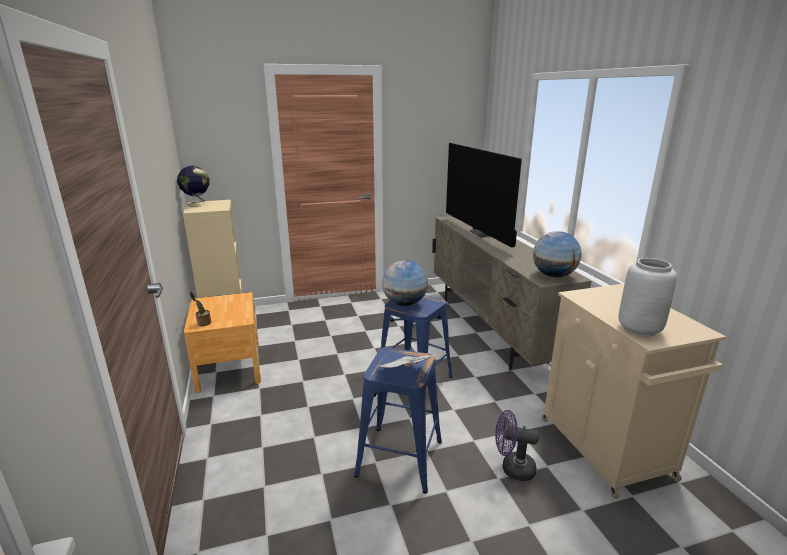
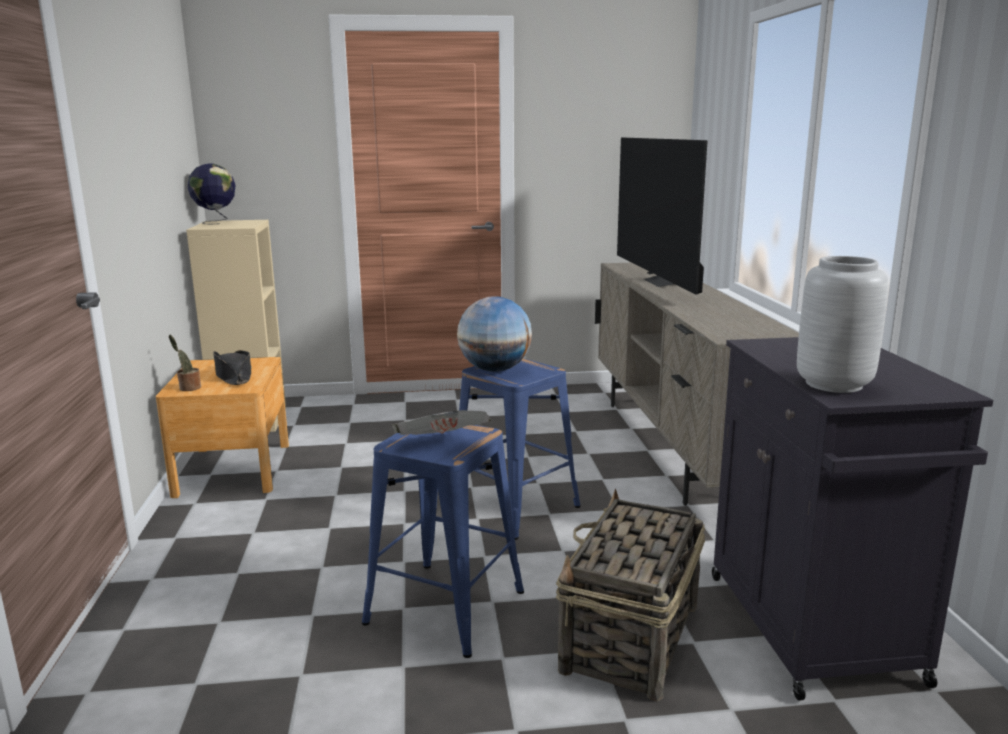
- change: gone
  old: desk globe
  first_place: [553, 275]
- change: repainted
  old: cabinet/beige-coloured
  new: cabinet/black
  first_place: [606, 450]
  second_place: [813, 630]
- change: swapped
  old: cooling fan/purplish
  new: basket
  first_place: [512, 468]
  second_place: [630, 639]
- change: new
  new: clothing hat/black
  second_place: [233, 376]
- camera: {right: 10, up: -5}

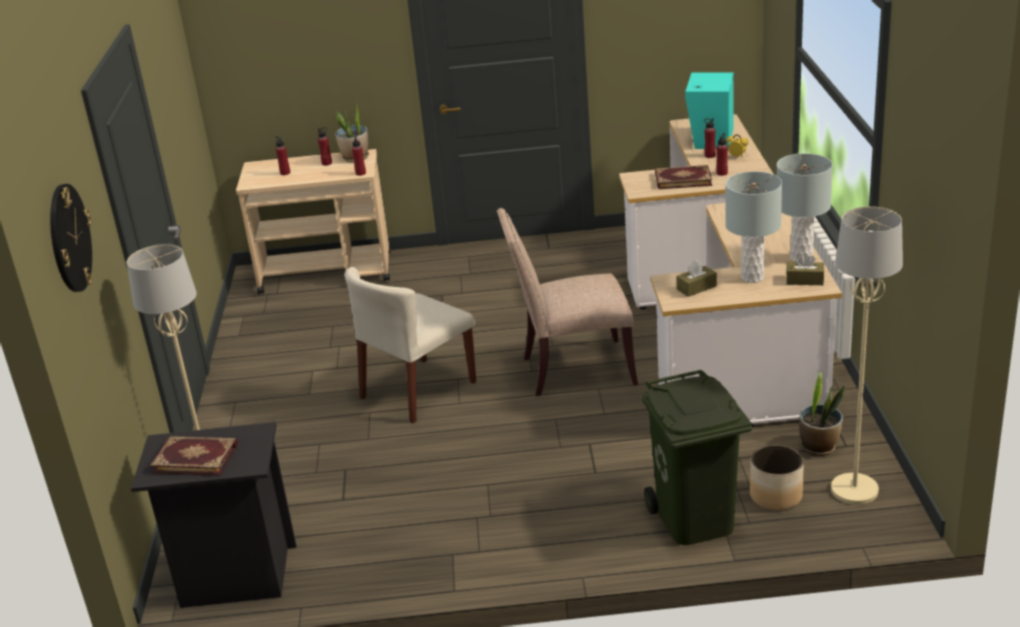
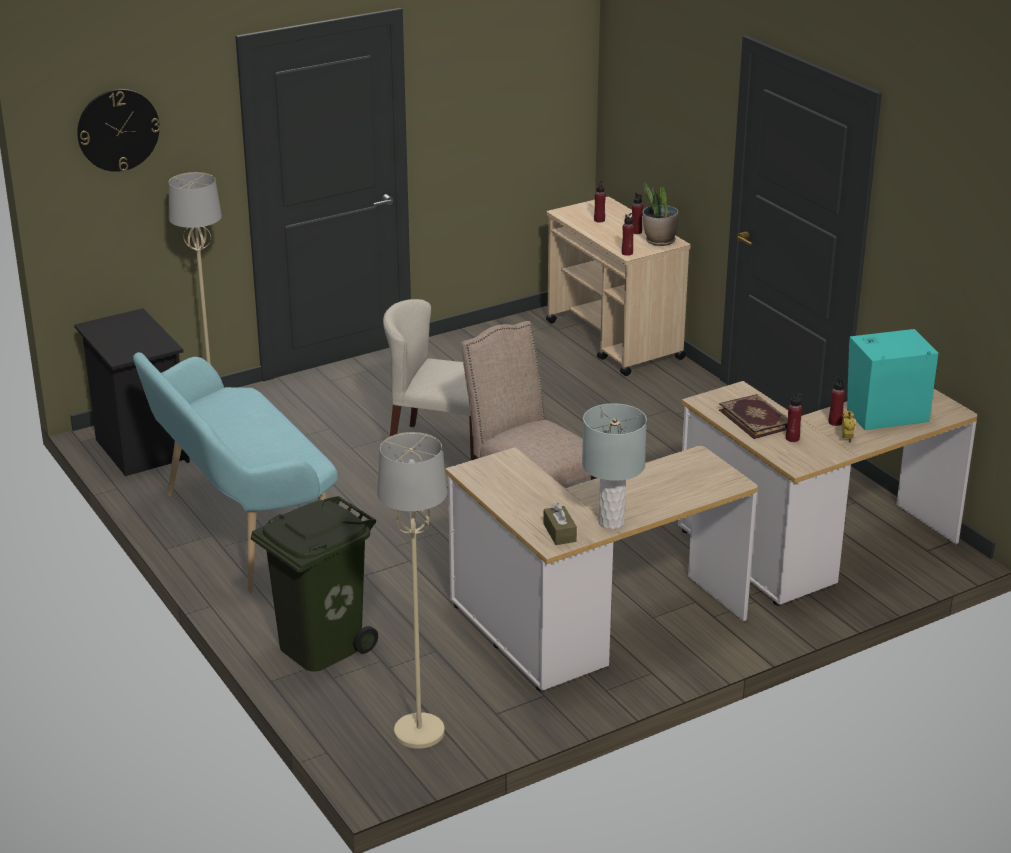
- change: gone
  old: lamp for a table/gray
  first_place: [752, 277]
- change: gone
  old: tissue box/brown
  first_place: [696, 288]
- change: gone
  old: potted plant
  first_place: [819, 446]
- change: gone
  old: bound book
  first_place: [196, 457]
- change: gone
  old: plant pot
  first_place: [776, 495]
- change: new
  new: bench/turquoise-coloured
  second_place: [242, 531]
- camera: {right: 60, up: 0}

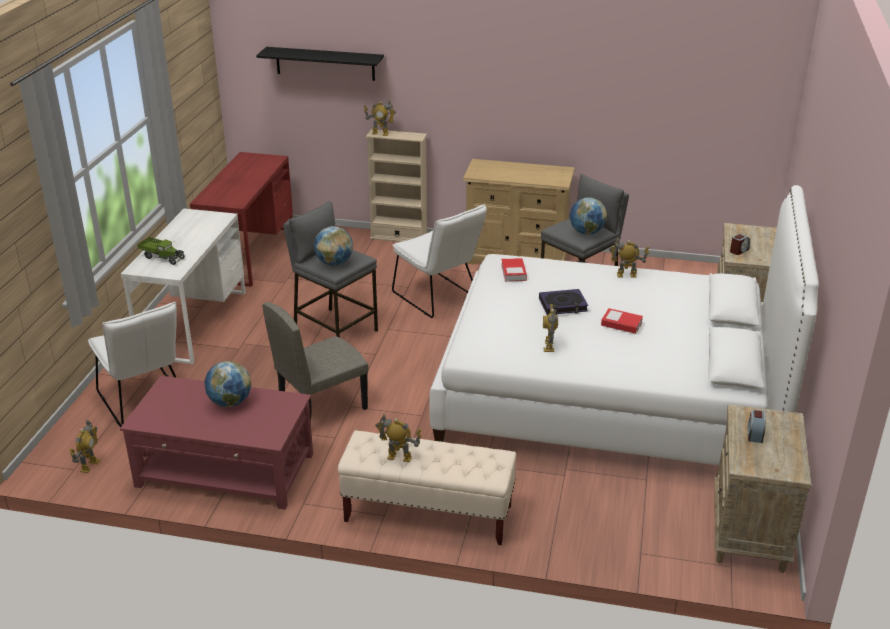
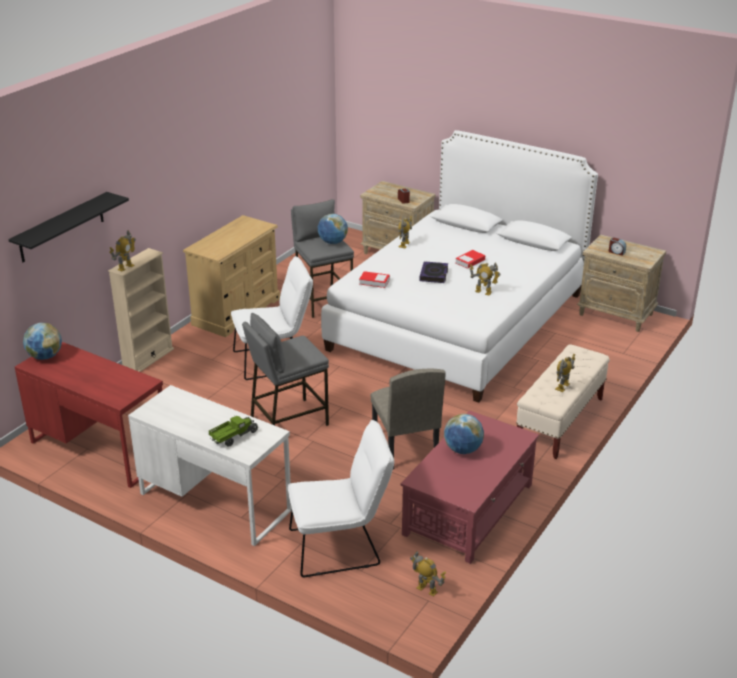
- change: shifted
  old: desk globe
  first_place: [334, 263]
  second_place: [45, 356]
- camera: {right: -70, up: 0}

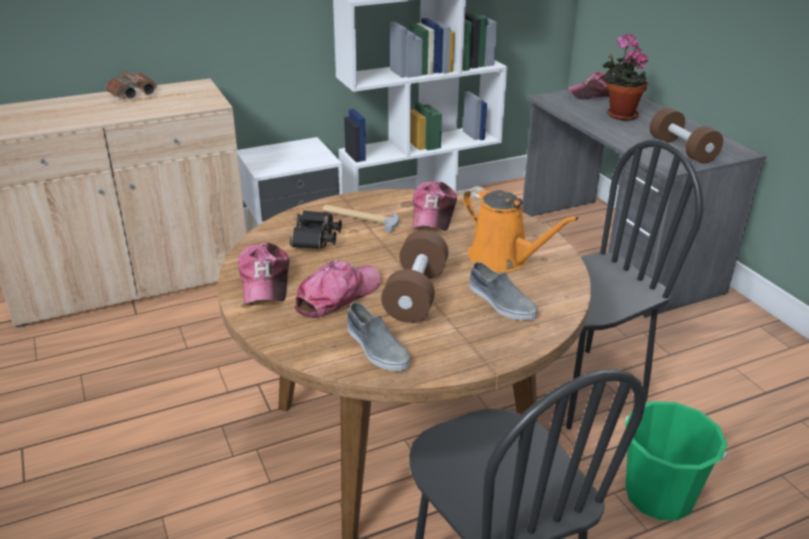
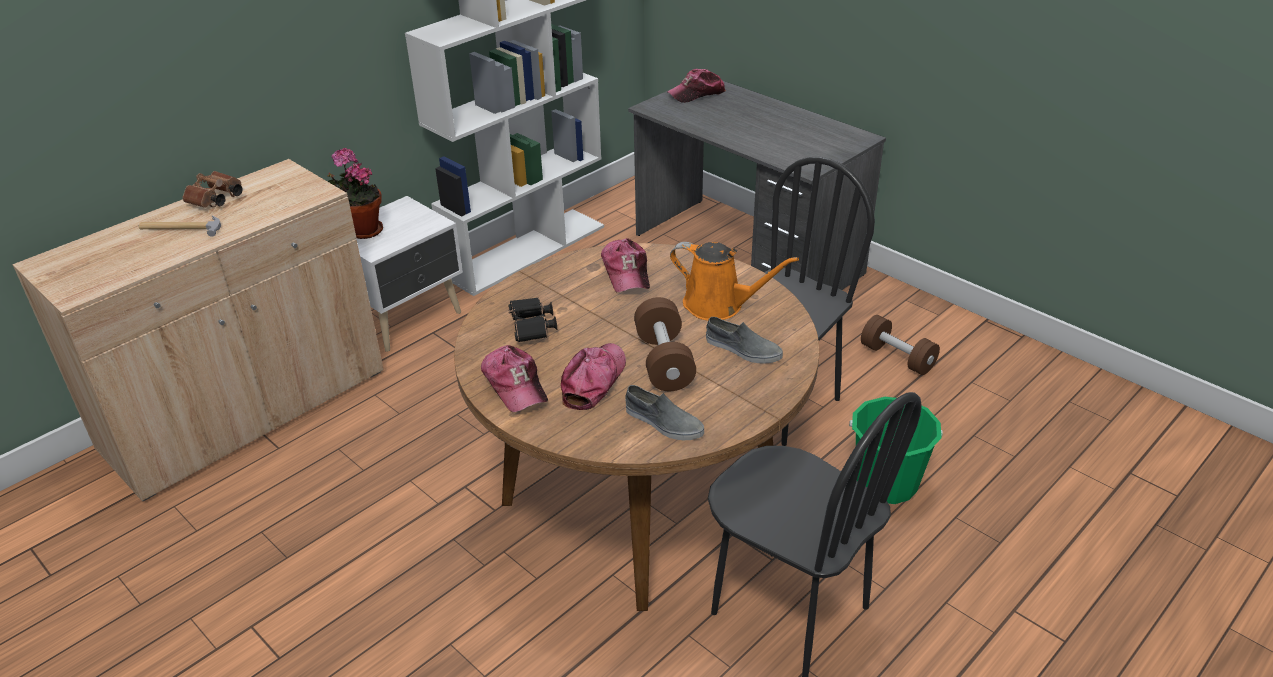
- change: shifted
  old: potted plant
  first_place: [619, 115]
  second_place: [362, 231]
- change: shifted
  old: dumbbell/brown
  first_place: [682, 150]
  second_place: [897, 357]
- change: shifted
  old: hand hammer
  first_place: [360, 218]
  second_place: [181, 228]
- camera: {right: -20, up: 5}

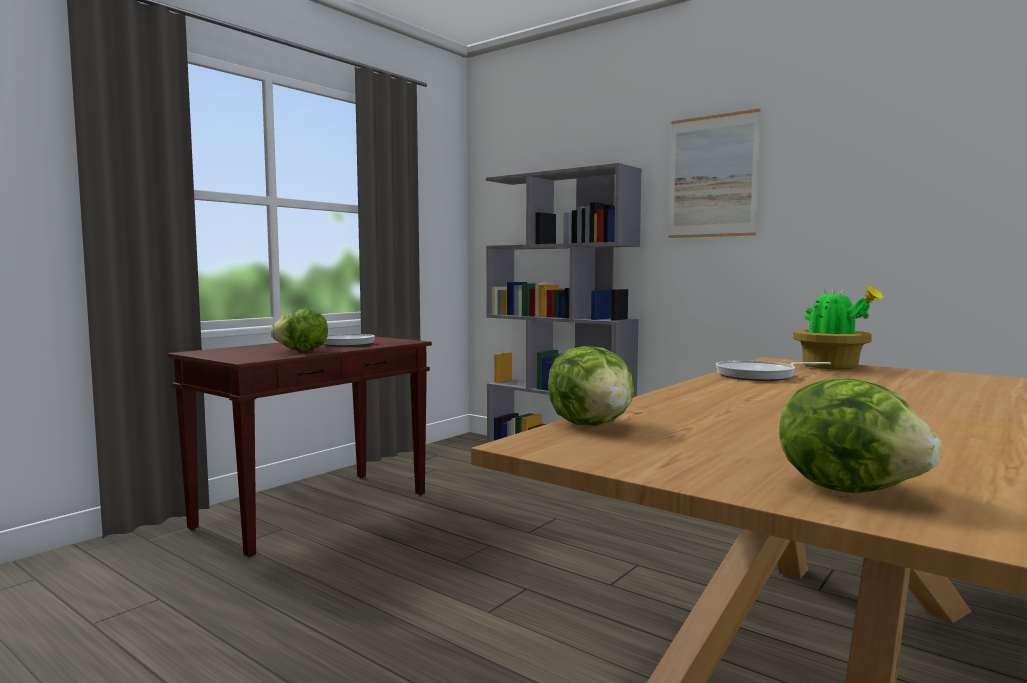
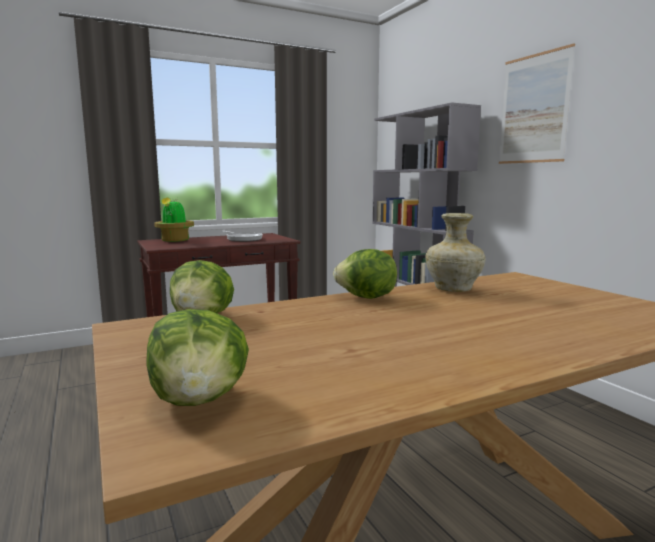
- change: shifted
  old: potted plant
  first_place: [832, 367]
  second_place: [175, 240]
- change: shifted
  old: lettuce
  first_place: [302, 351]
  second_place: [367, 298]
- change: swapped
  old: frying pan
  new: vase/beige-coloured
  first_place: [760, 375]
  second_place: [453, 289]
- camera: {right: 25, up: 5}

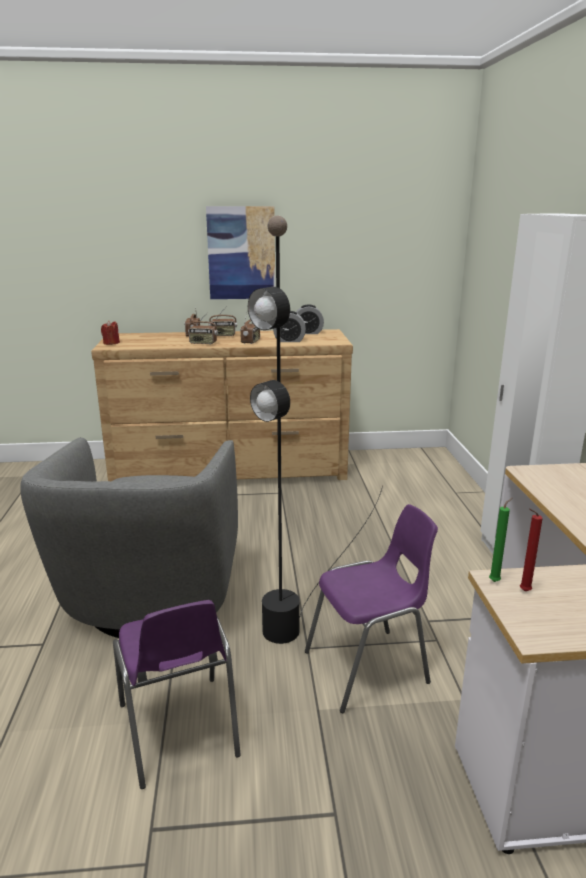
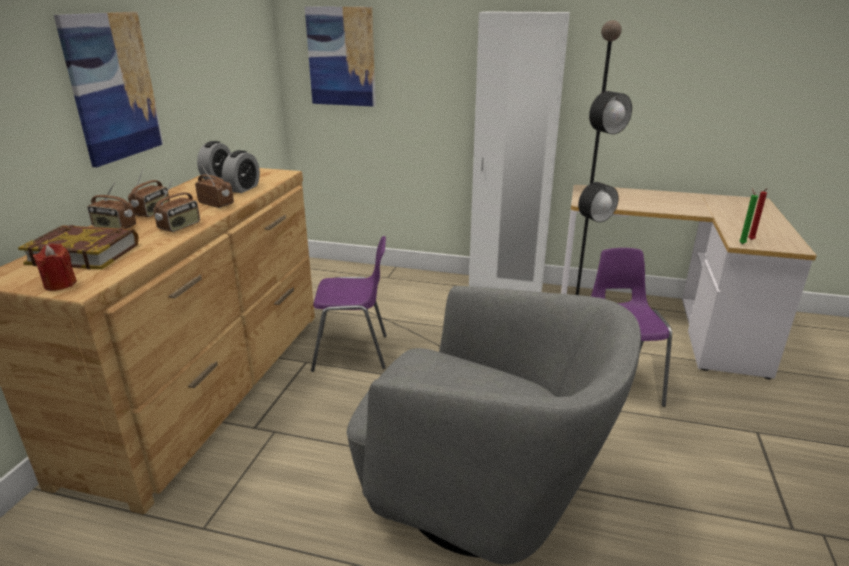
- change: shifted
  old: plain chair/purplish
  first_place: [179, 732]
  second_place: [353, 353]
- change: new
  new: picture
  second_place: [341, 57]
- change: new
  new: bound book
  second_place: [84, 253]
- camera: {right: -70, up: 5}

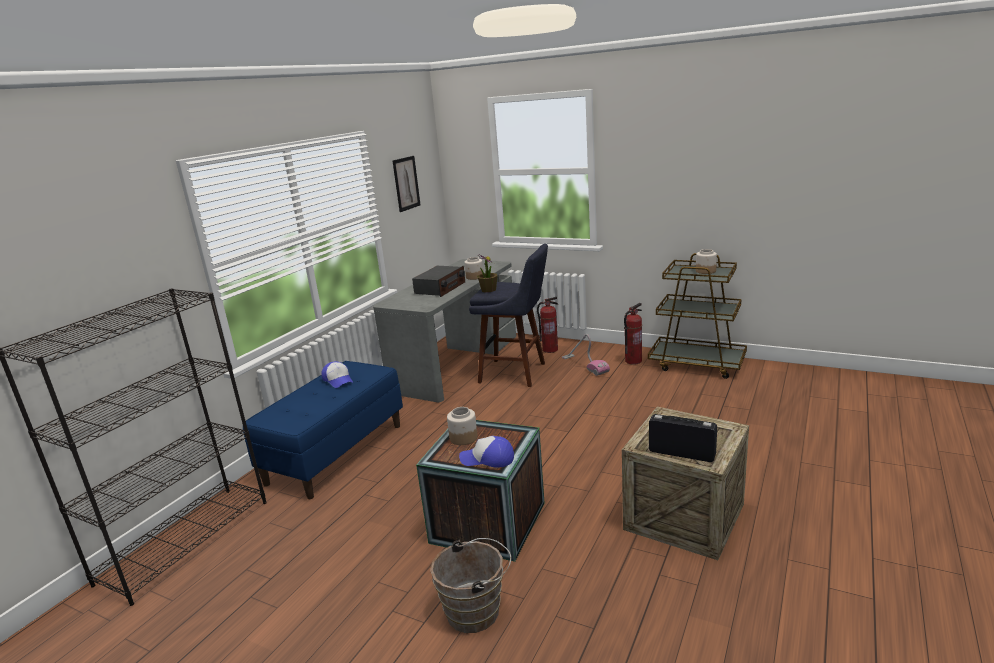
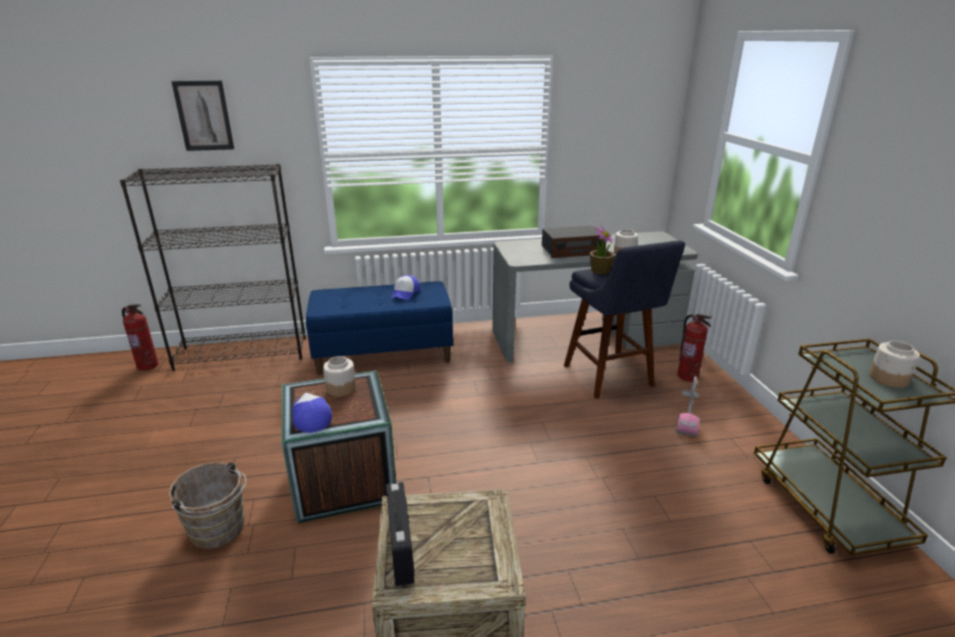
- change: shifted
  old: picture
  first_place: [406, 183]
  second_place: [204, 116]
- change: shifted
  old: fire extinguisher
  first_place: [633, 361]
  second_place: [148, 365]
- camera: {right: 50, up: 5}

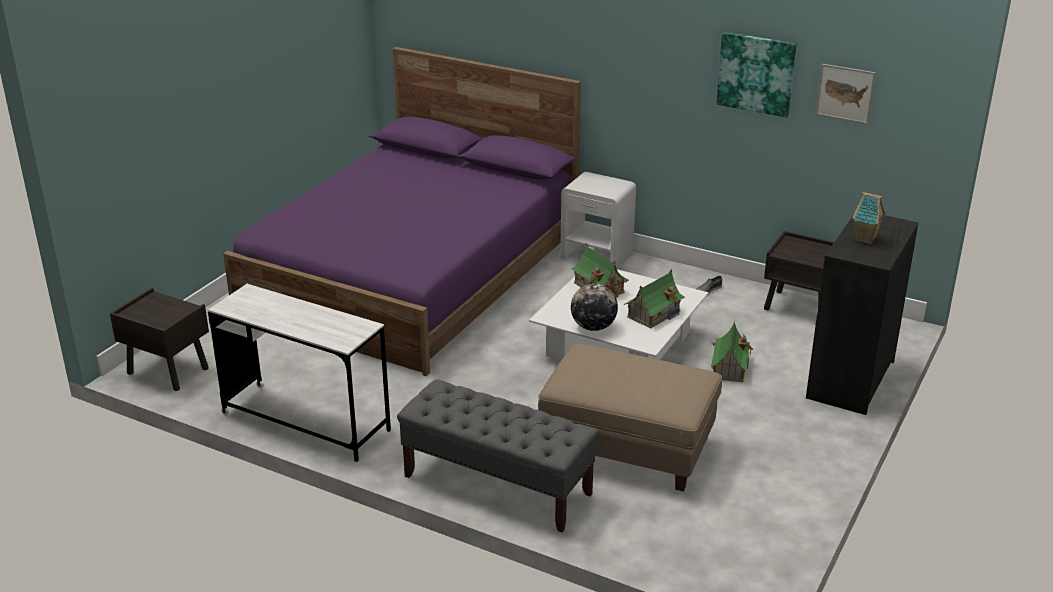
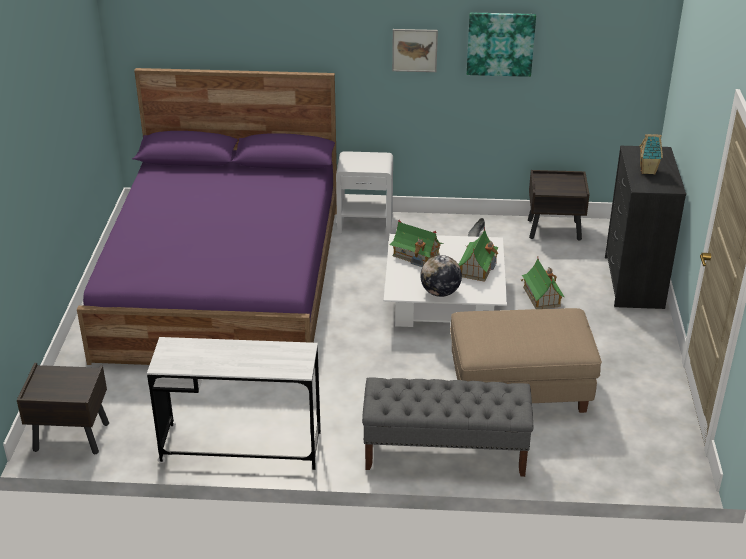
- change: shifted
  old: picture
  first_place: [845, 93]
  second_place: [414, 50]
- camera: {right: -25, up: 5}

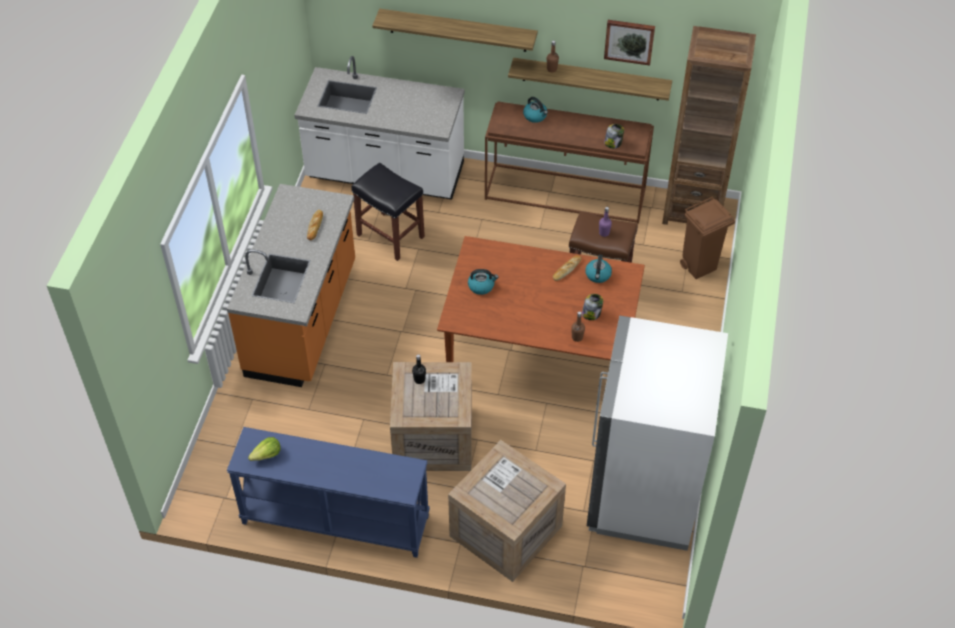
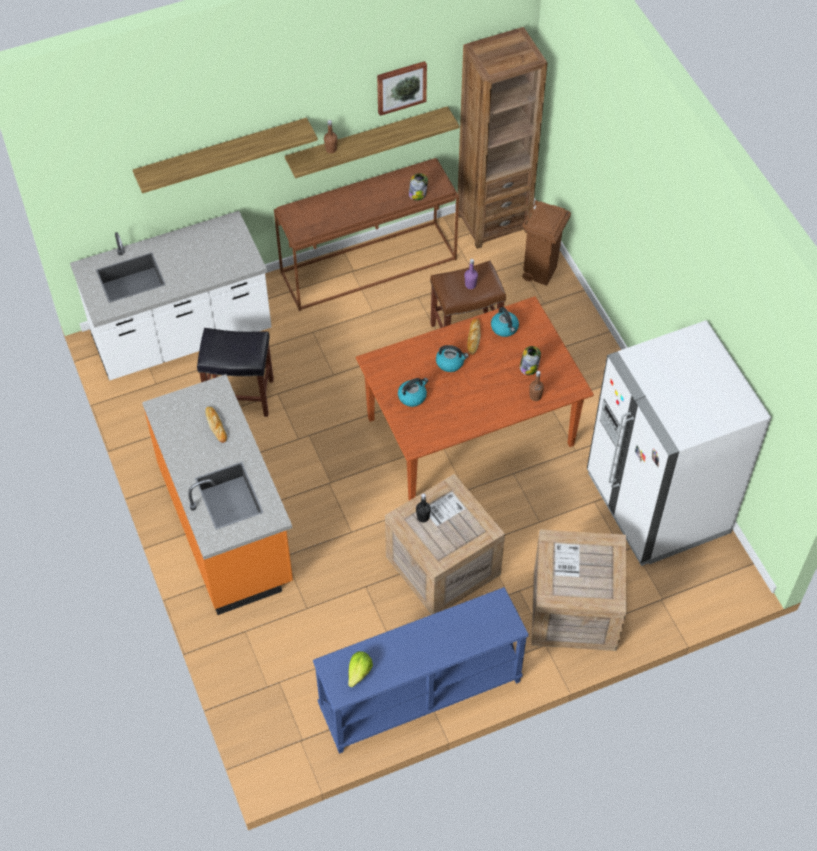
- change: shifted
  old: water kettle
  first_place: [535, 116]
  second_place: [450, 362]
- camera: {right: -35, up: 5}

